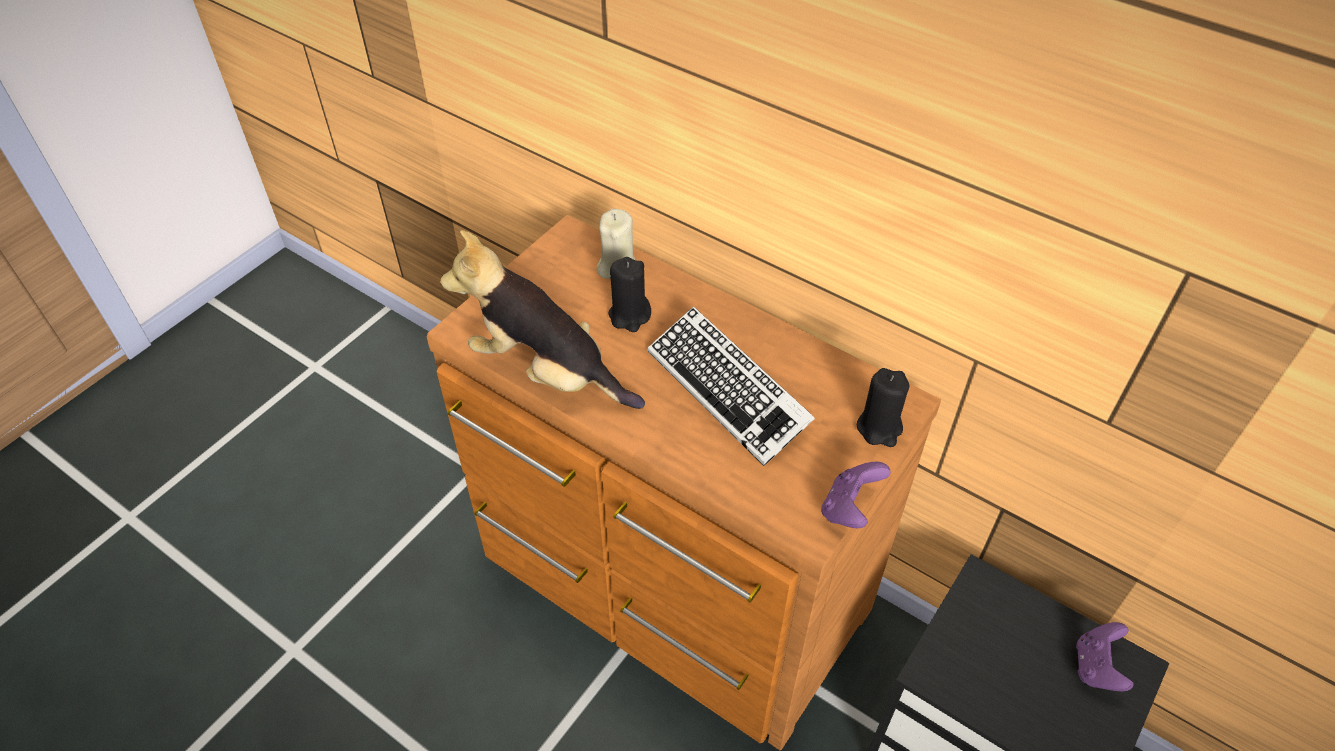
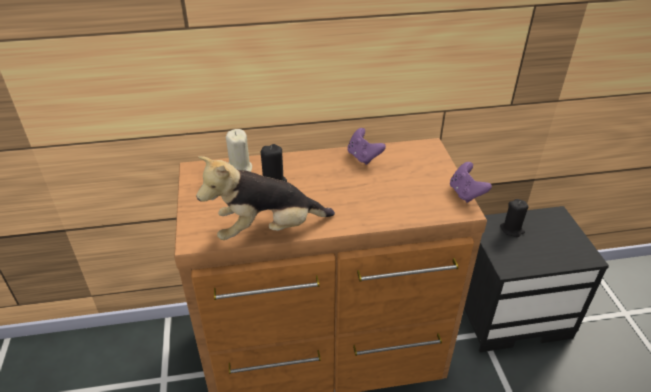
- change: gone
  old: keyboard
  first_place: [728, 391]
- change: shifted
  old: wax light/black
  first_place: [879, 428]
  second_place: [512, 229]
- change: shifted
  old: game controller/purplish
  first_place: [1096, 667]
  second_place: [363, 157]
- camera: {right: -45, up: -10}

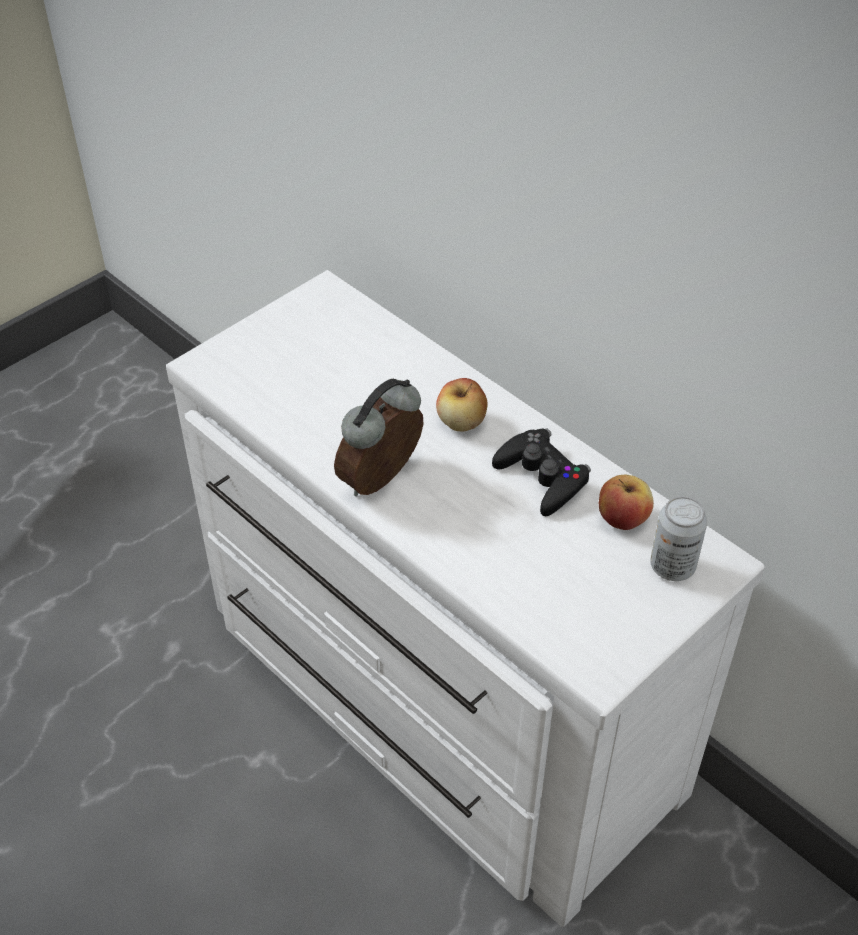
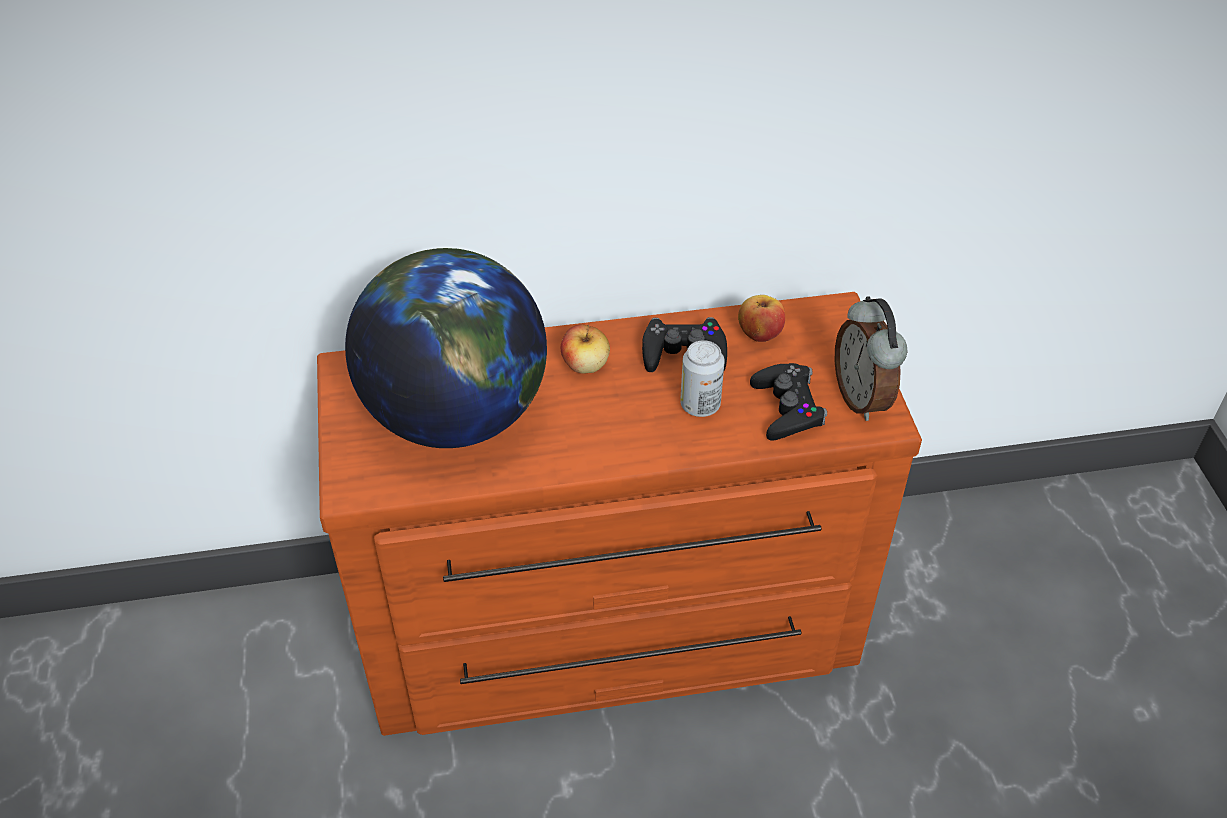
- change: repainted
  old: dresser/white-coloured
  new: dresser/brown
  first_place: [431, 704]
  second_place: [613, 633]
- change: shifted
  old: bedside clock
  first_place: [383, 481]
  second_place: [862, 398]
- change: shifted
  old: sealed can
  first_place: [672, 566]
  second_place: [700, 405]
- change: new
  new: desk globe
  second_place: [456, 414]
- change: new
  new: game controller/black
  second_place: [787, 408]
- camera: {right: -55, up: 0}

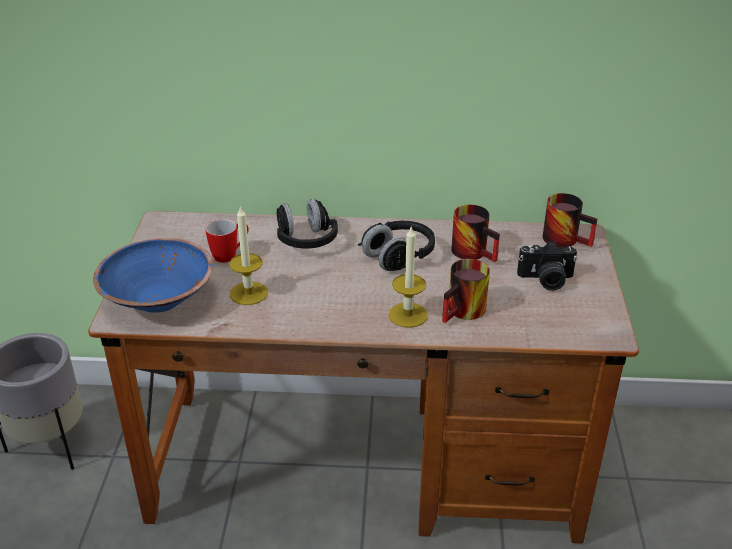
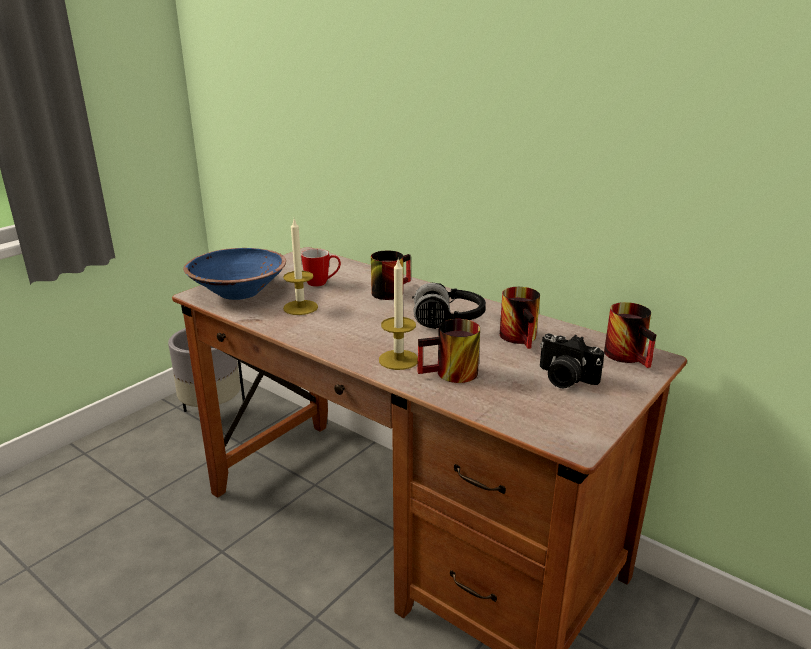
- change: swapped
  old: headset/black
  new: mug
  first_place: [306, 240]
  second_place: [389, 290]
- camera: {right: 35, up: -10}

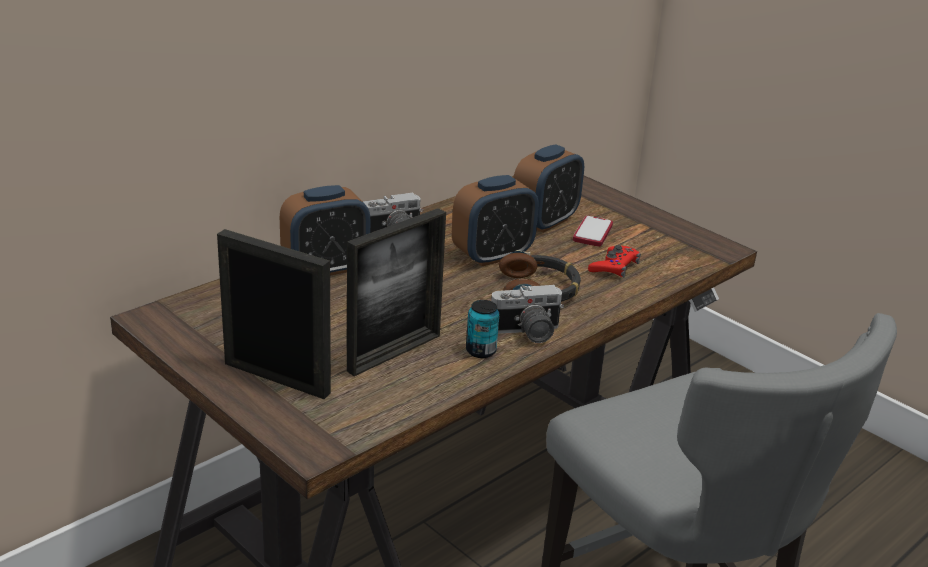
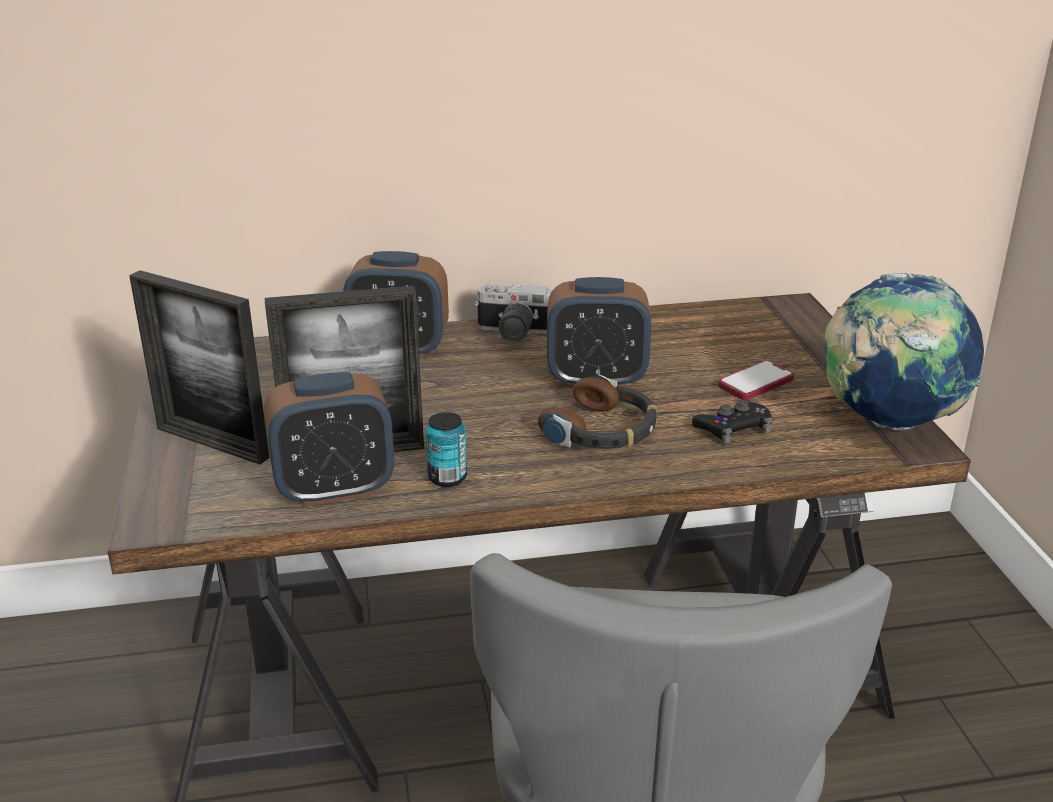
- change: shifted
  old: bedside clock
  first_place: [544, 222]
  second_place: [334, 489]
- change: rotated
  old: picture frame
  first_place: [277, 378]
  second_place: [212, 443]
  degrees: 150
- change: repainted
  old: game controller/reddish
  new: game controller/black
  first_place: [614, 267]
  second_place: [733, 428]
- change: gone
  old: photo camera
  first_place: [527, 333]
- change: new
  new: desk globe
  second_place: [888, 422]
- camera: {right: 35, up: 0}

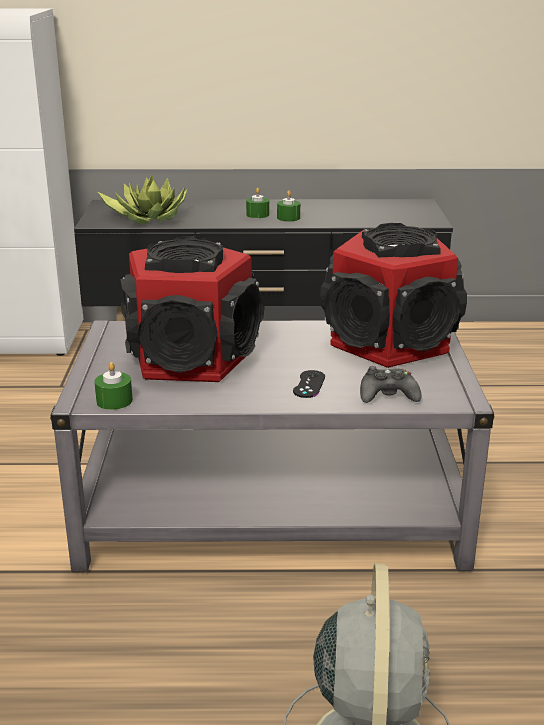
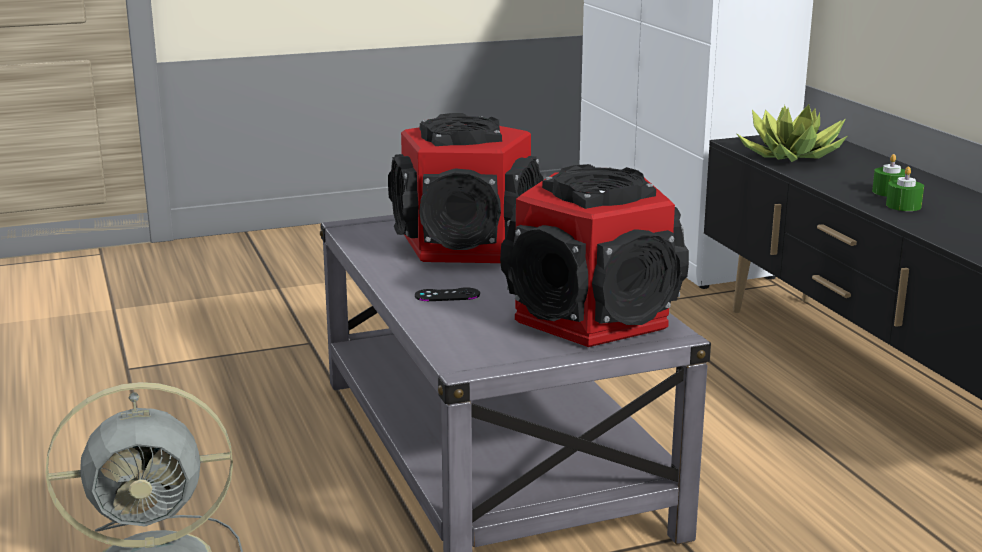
- change: gone
  old: wax light/green
  first_place: [114, 401]
- change: gone
  old: game controller/black
  first_place: [388, 395]
- camera: {right: 70, up: -5}

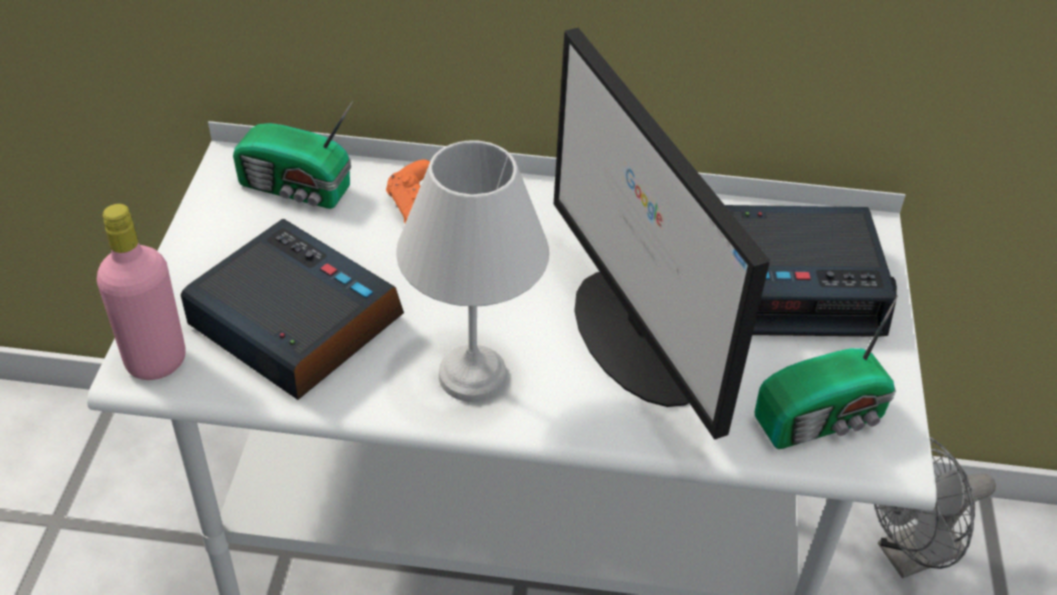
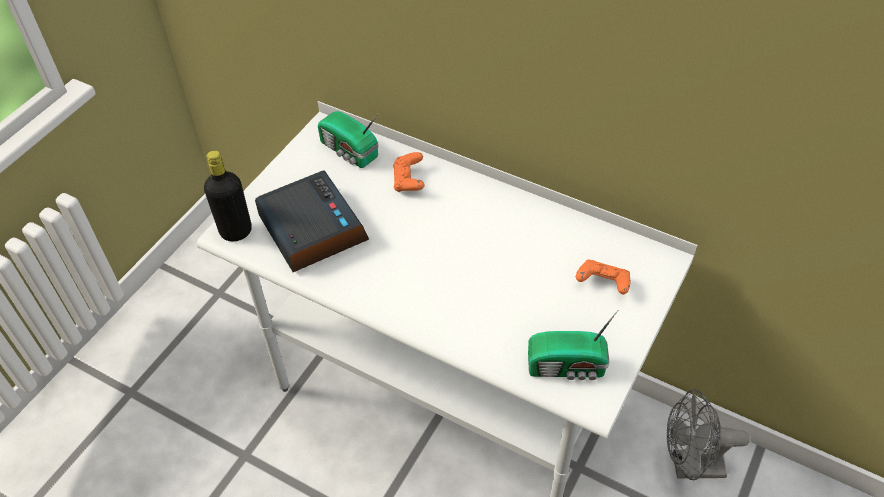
- change: gone
  old: monitor
  first_place: [639, 339]
- change: gone
  old: lamp for a table/white-coloured
  first_place: [475, 374]
- change: repainted
  old: beverage bottle/pink
  new: beverage bottle/black
  first_place: [156, 361]
  second_place: [236, 231]
- change: swapped
  old: bedside clock
  new: game controller/orange
  first_place: [800, 284]
  second_place: [602, 283]
- camera: {right: 25, up: 5}

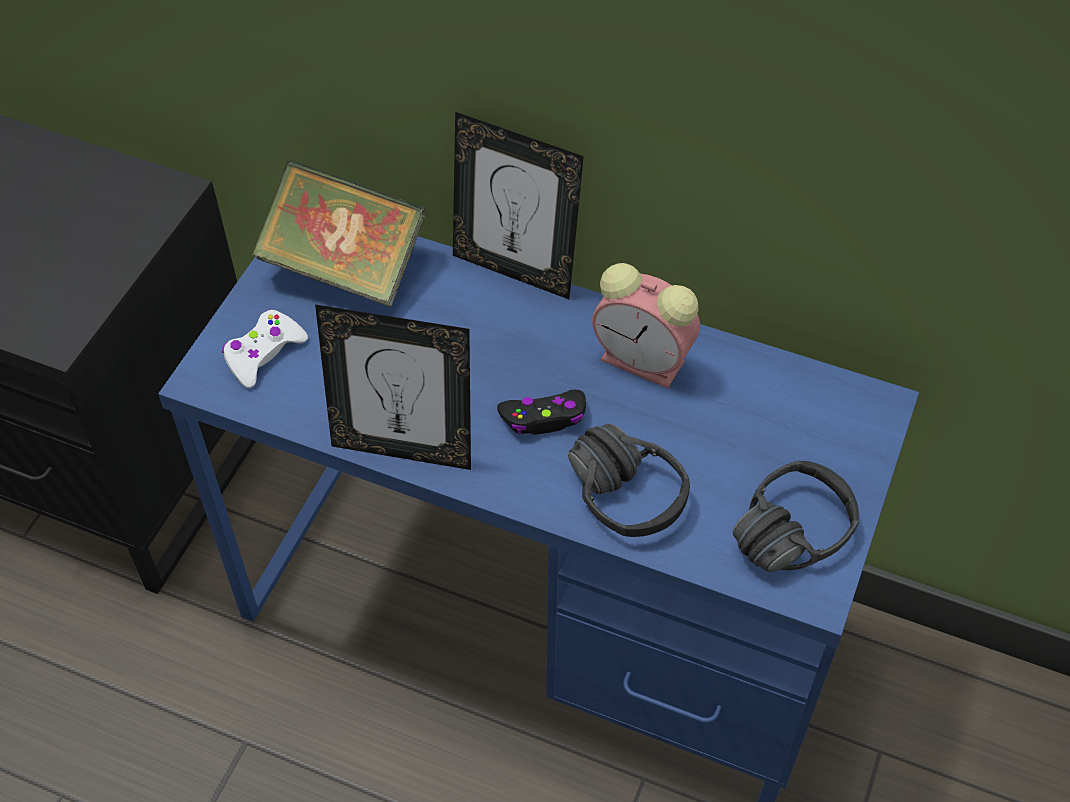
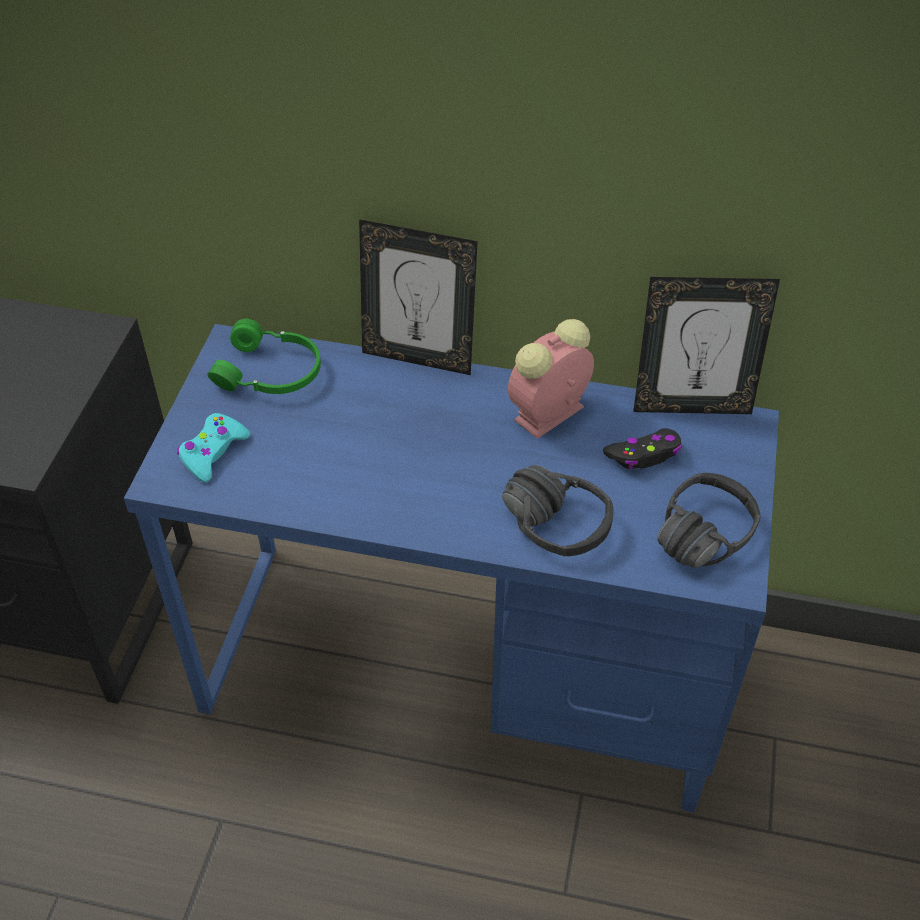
- change: swapped
  old: bound book
  new: headset/green
  first_place: [345, 267]
  second_place: [270, 373]
- change: rotated
  old: bedside clock
  first_place: [646, 361]
  second_place: [547, 415]
  degrees: 120
- change: shifted
  old: picture frame
  first_place: [403, 448]
  second_place: [691, 405]
- change: repainted
  old: game controller/white-coloured
  new: game controller/turquoise-coloured
  first_place: [263, 354]
  second_place: [213, 453]
- change: shifted
  old: game controller/black
  first_place: [544, 418]
  second_place: [644, 455]
- camera: {right: -10, up: -5}

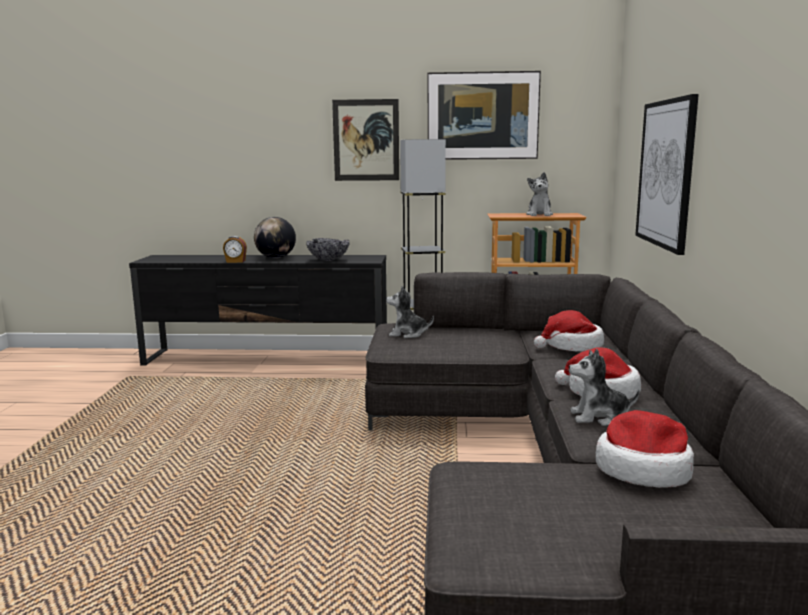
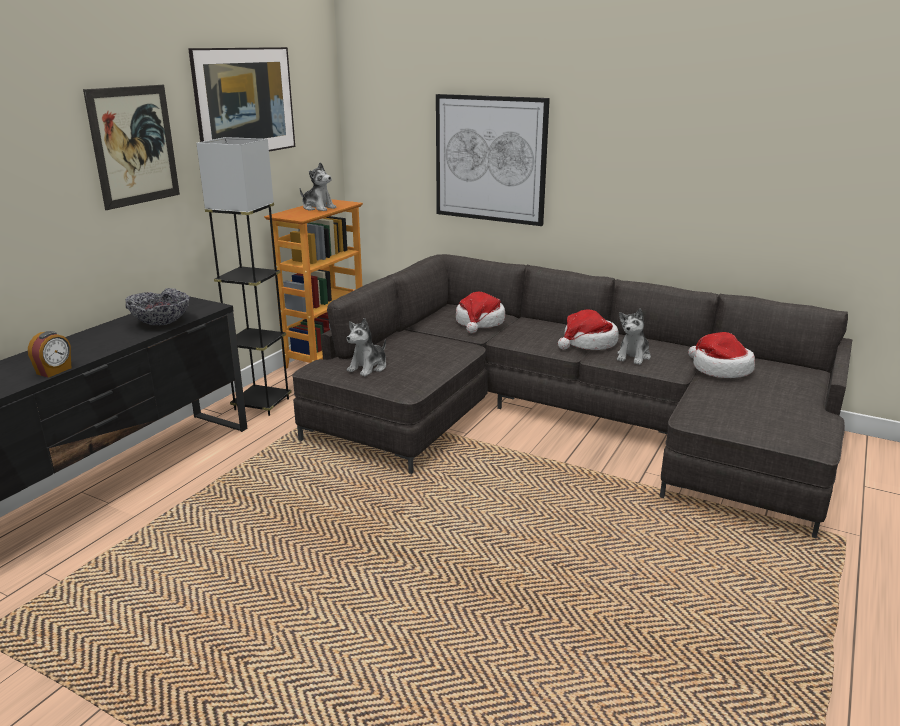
- change: gone
  old: desk globe
  first_place: [275, 258]
- camera: {right: -65, up: 10}

